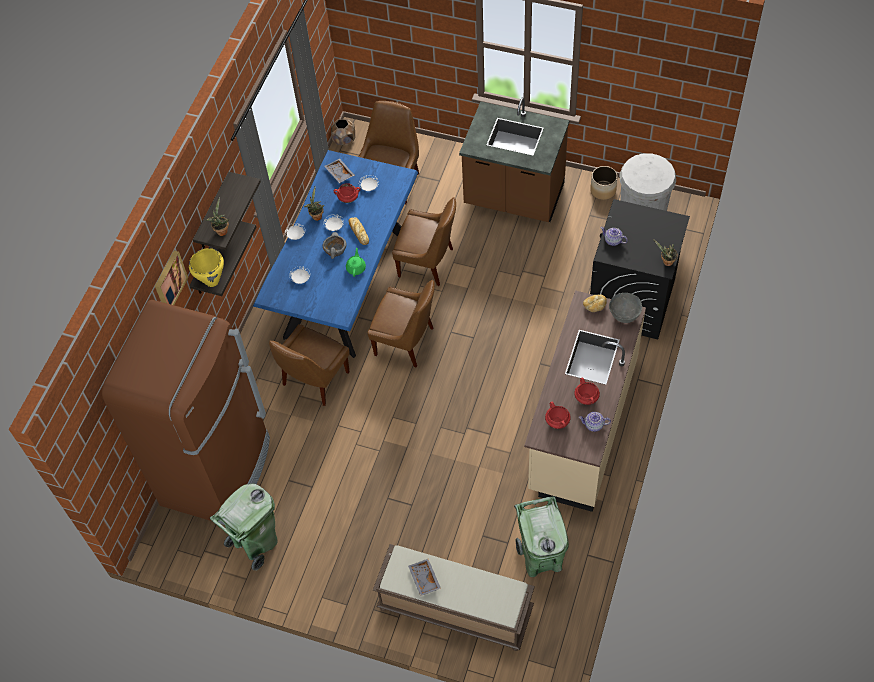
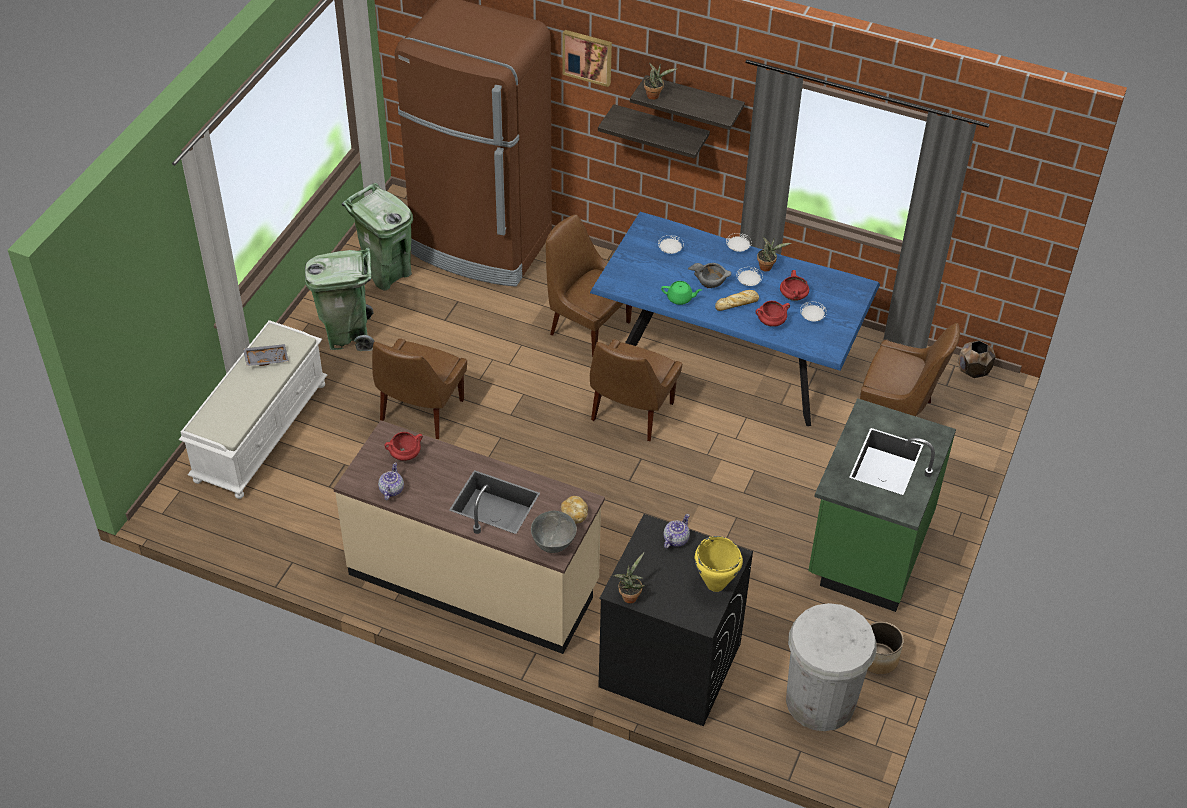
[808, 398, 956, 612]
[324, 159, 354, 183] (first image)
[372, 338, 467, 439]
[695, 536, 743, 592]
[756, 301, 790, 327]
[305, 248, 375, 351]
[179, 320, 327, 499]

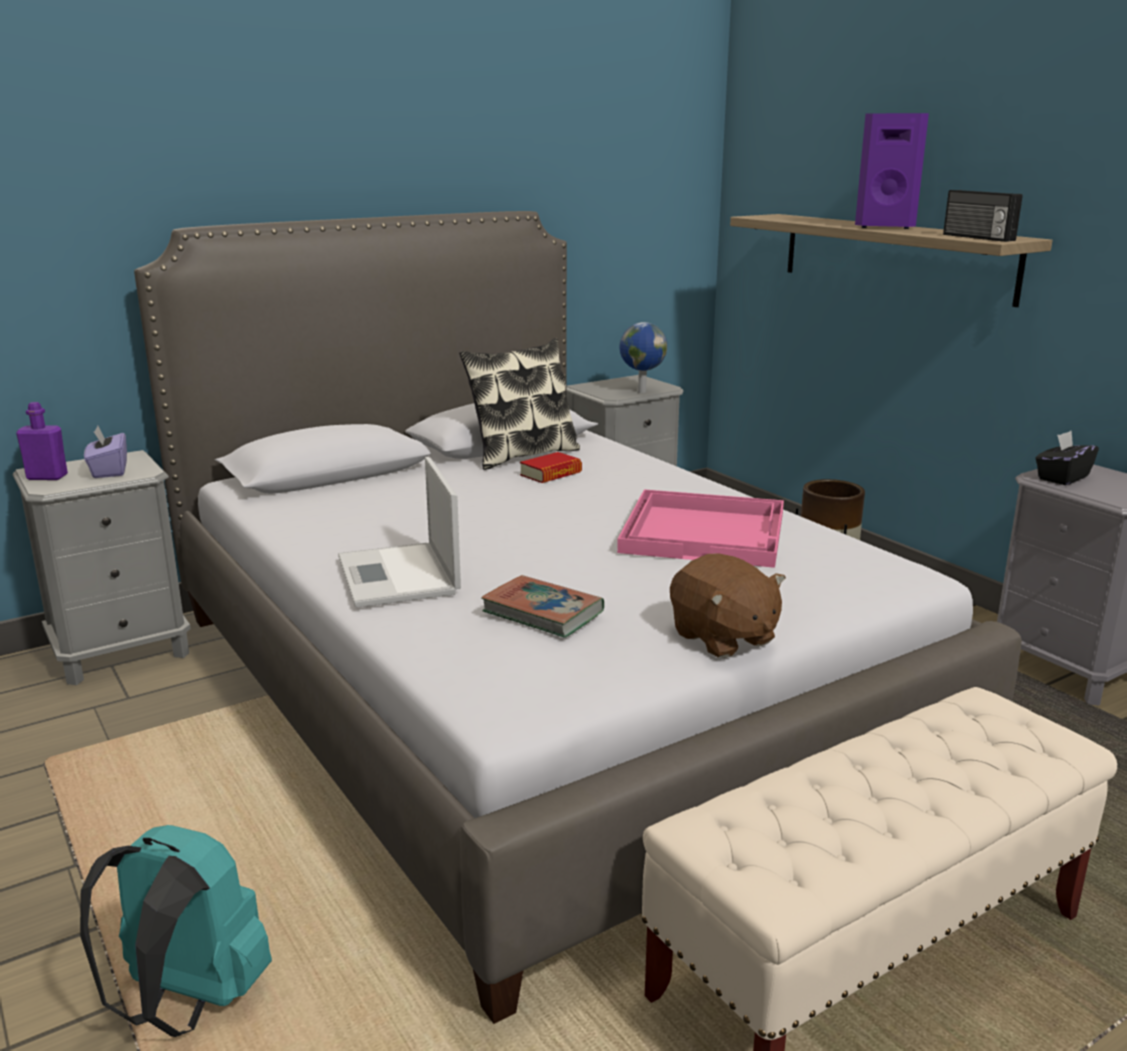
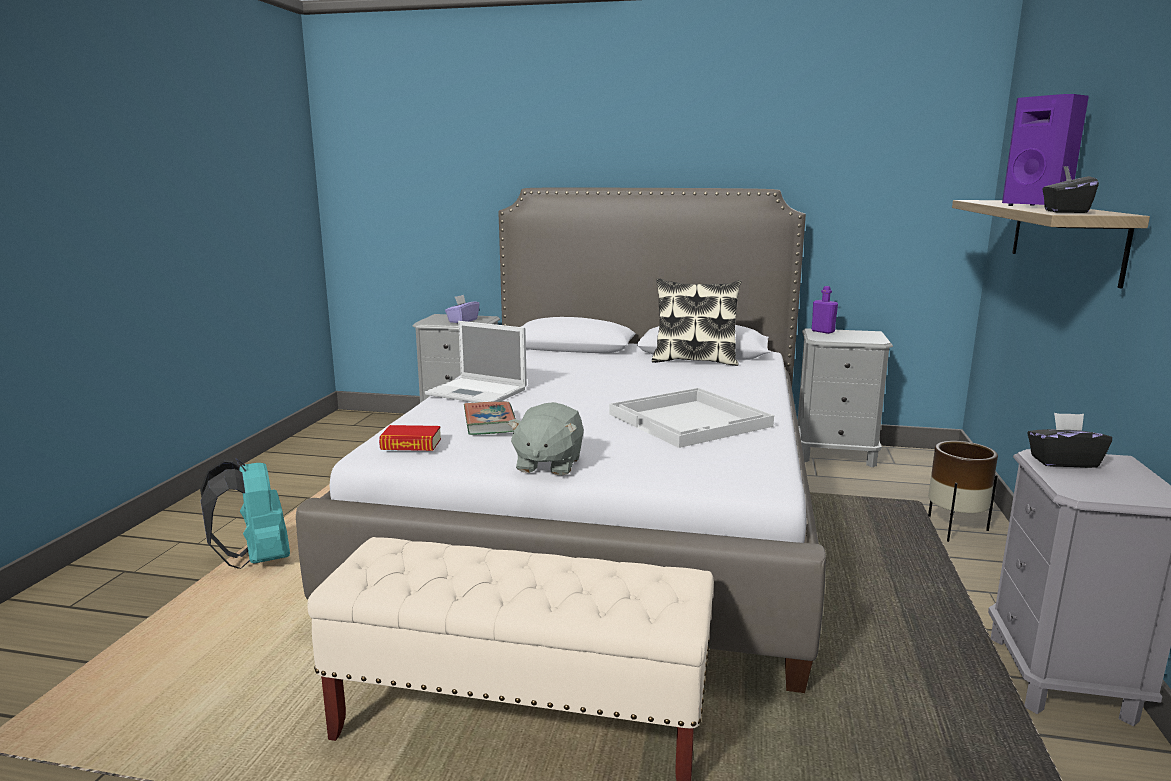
[1042, 166, 1099, 213]
[619, 322, 667, 393] (first image)
[812, 286, 838, 334]
[379, 425, 441, 451]
[425, 321, 527, 403]
[609, 388, 774, 448]
[507, 402, 584, 476]

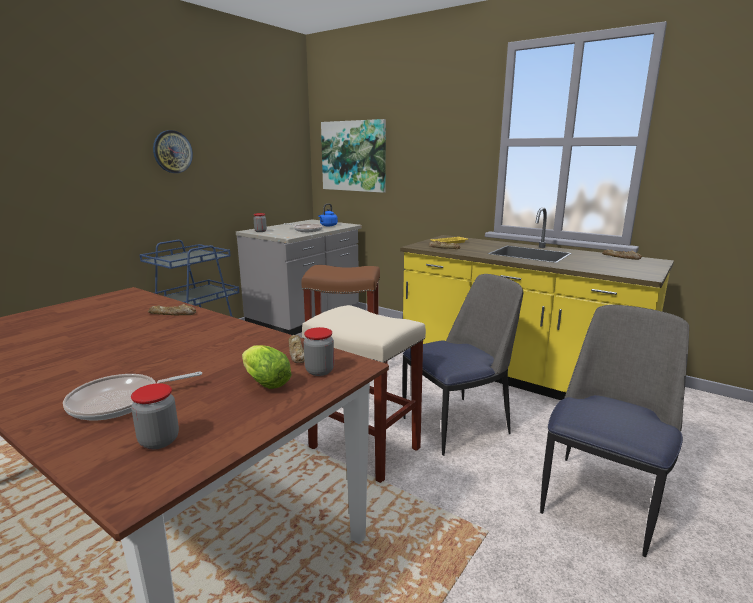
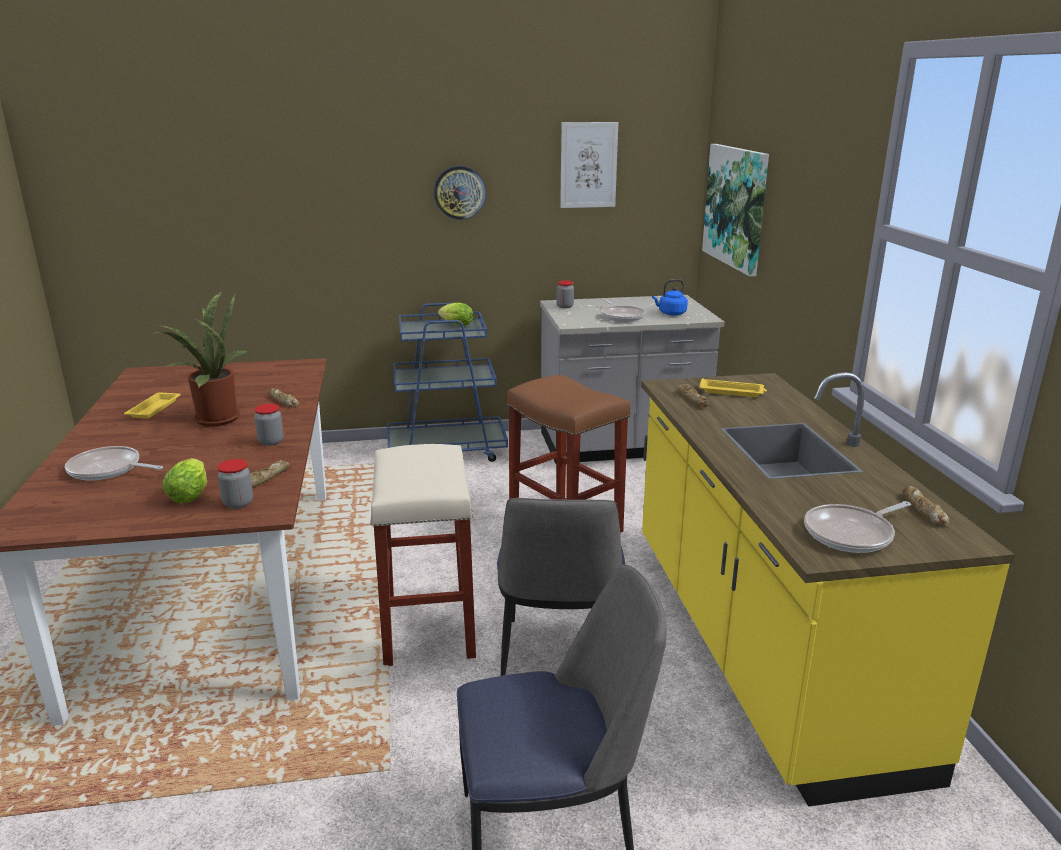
[497, 498, 625, 676]
[254, 404, 284, 446]
[560, 122, 618, 208]
[153, 291, 248, 427]
[438, 302, 473, 326]
[124, 393, 180, 419]
[804, 501, 911, 553]

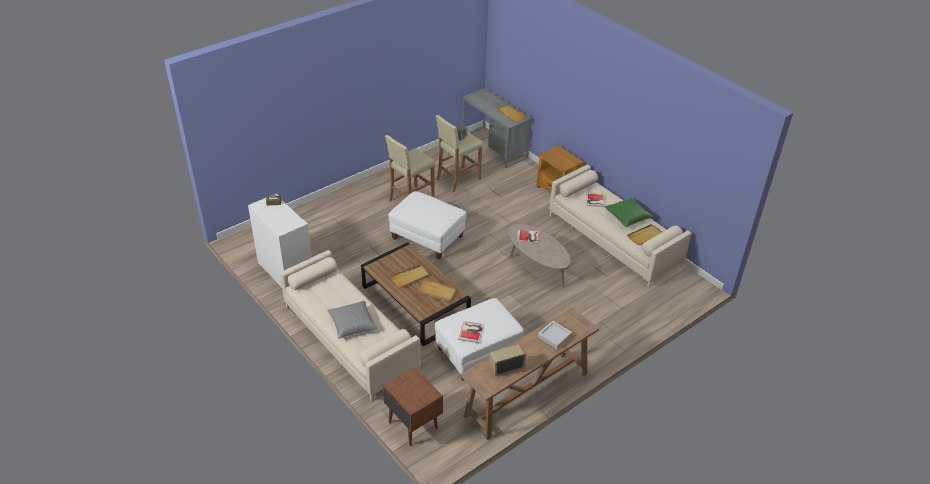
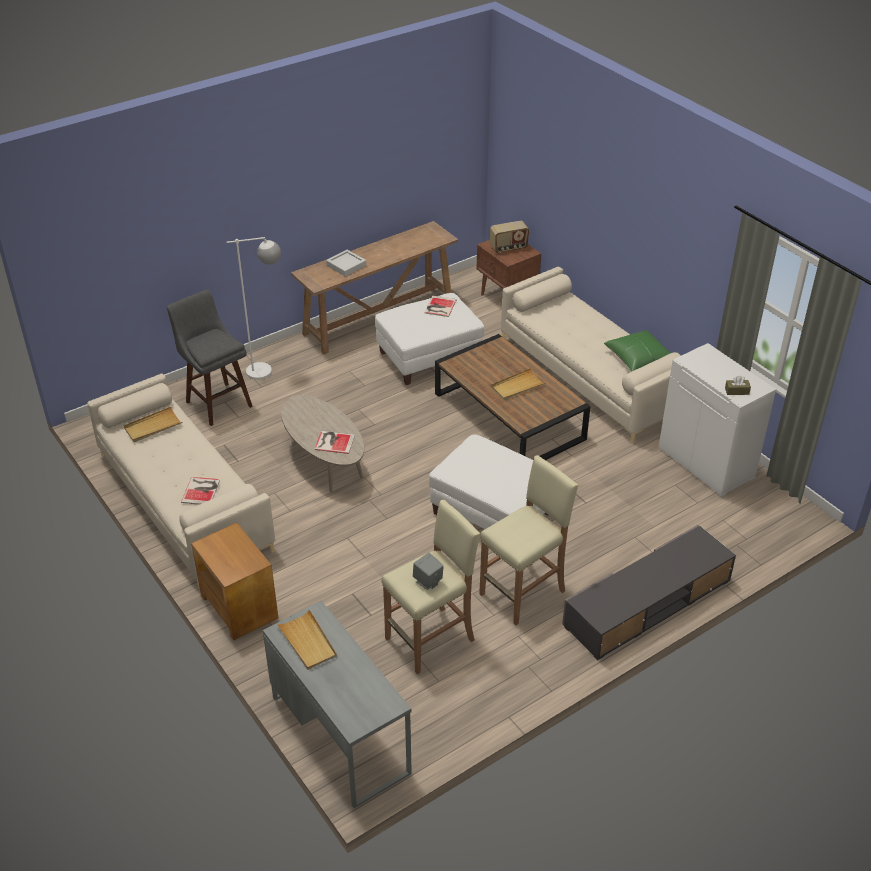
[604, 330, 670, 372]
[417, 279, 456, 301] (first image)
[327, 301, 377, 339] (first image)
[490, 221, 529, 253]
[227, 237, 281, 380]
[167, 290, 253, 426]
[562, 525, 736, 660]

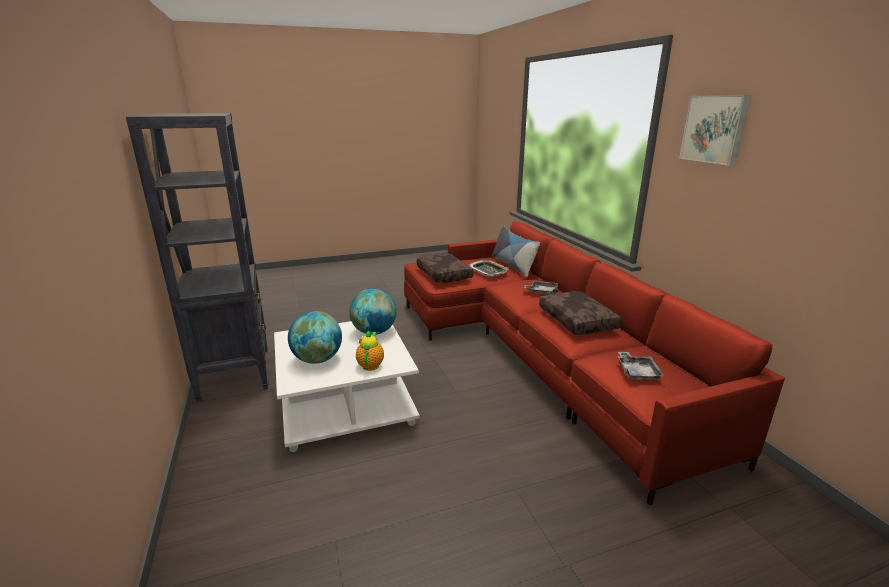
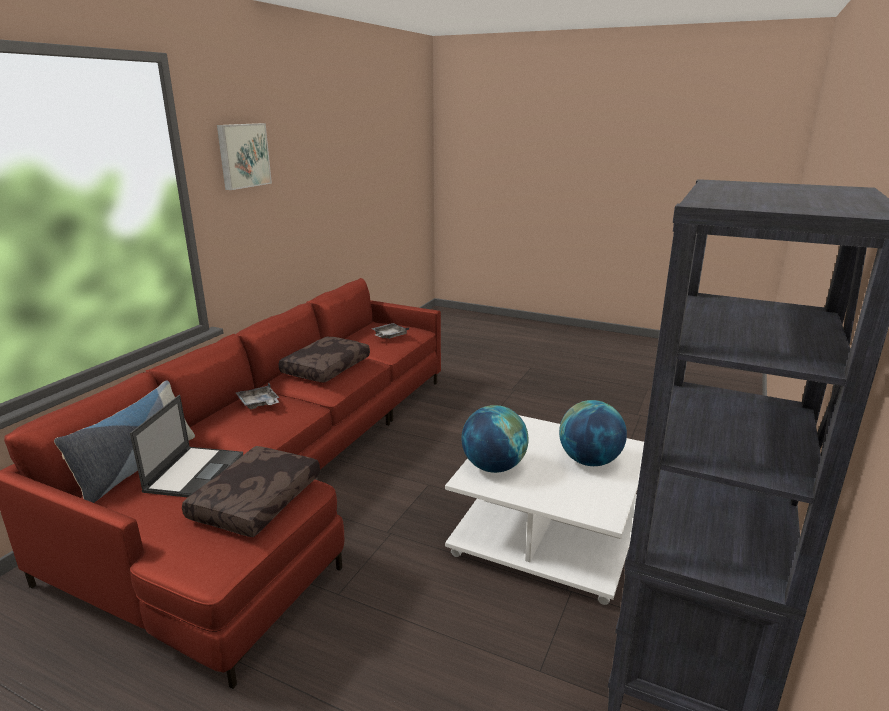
[130, 395, 243, 497]
[356, 330, 384, 371] (first image)

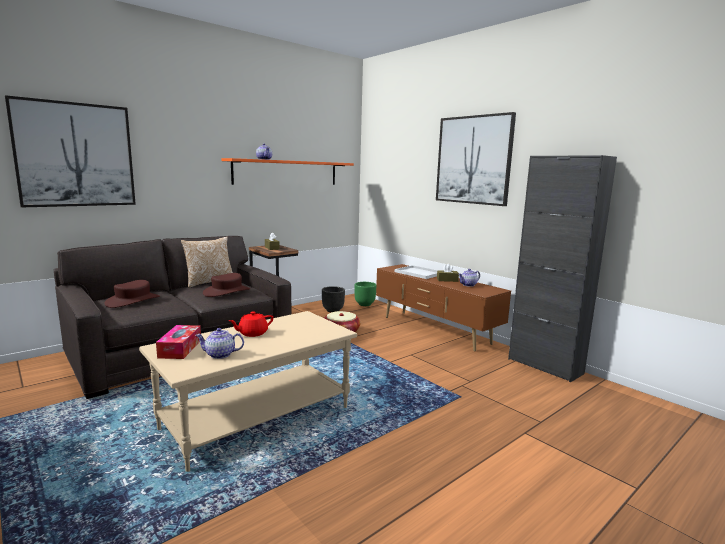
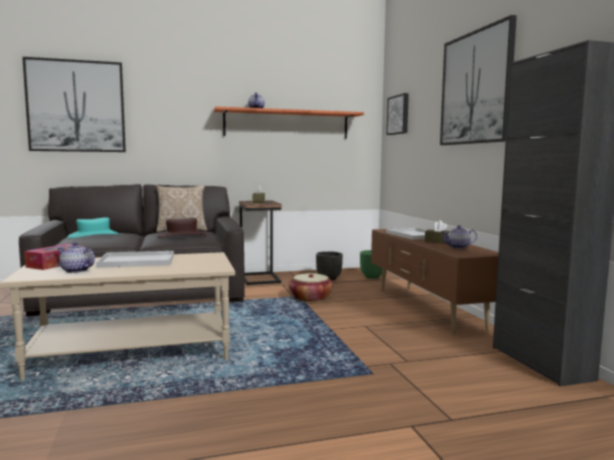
[67, 217, 120, 238]
[96, 251, 174, 268]
[387, 93, 409, 135]

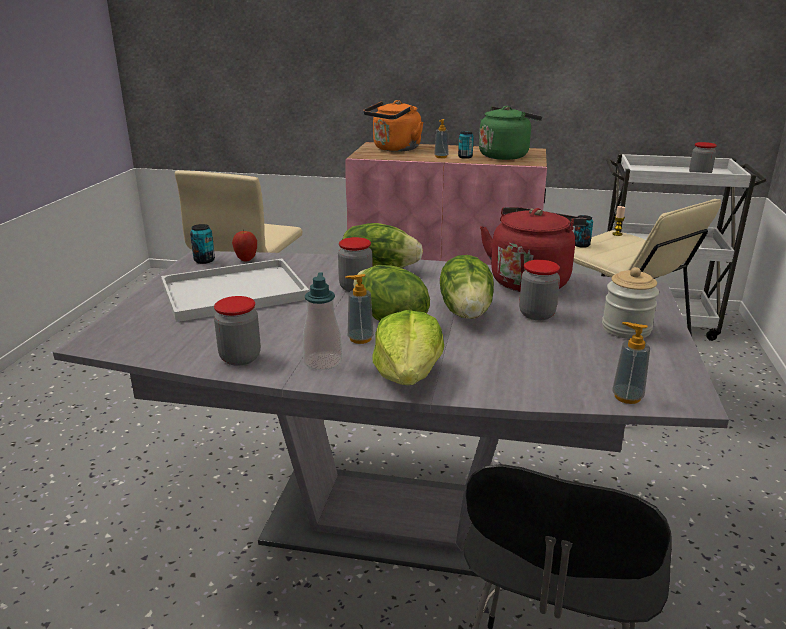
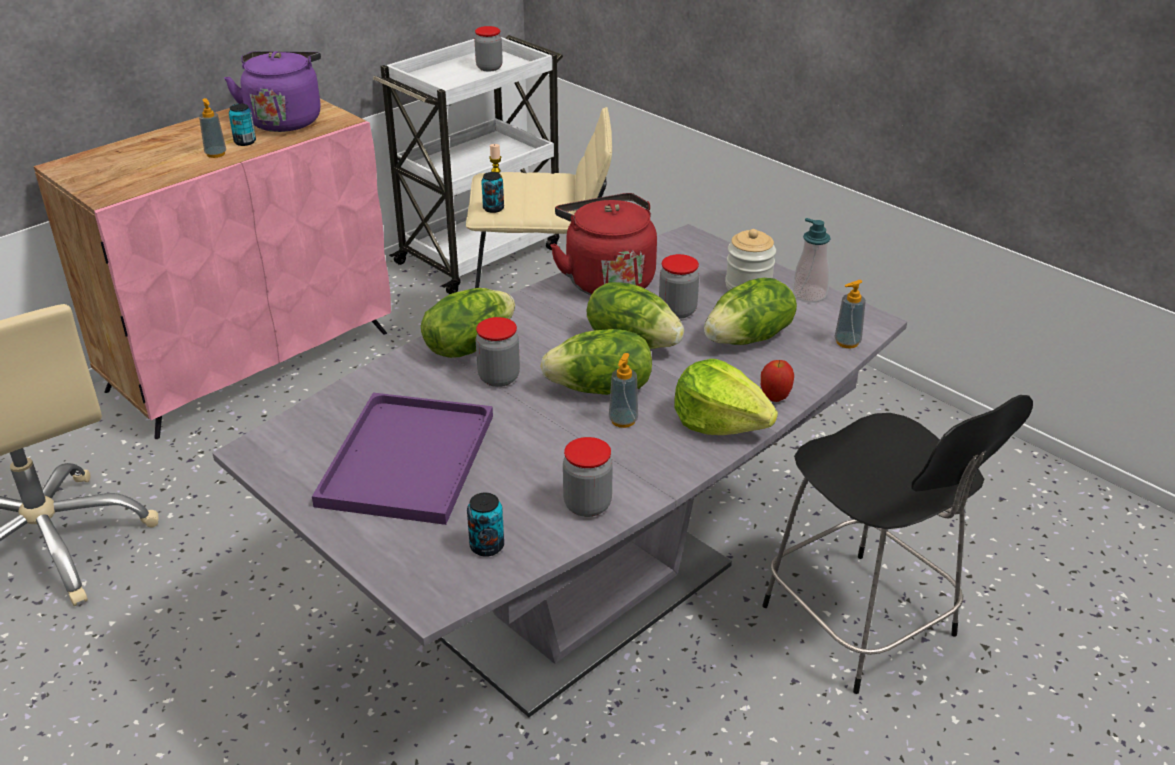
[363, 100, 424, 152] (first image)
[224, 51, 321, 132]
[467, 492, 504, 557]
[761, 360, 794, 402]
[312, 393, 493, 525]
[793, 218, 831, 302]
[704, 278, 797, 345]

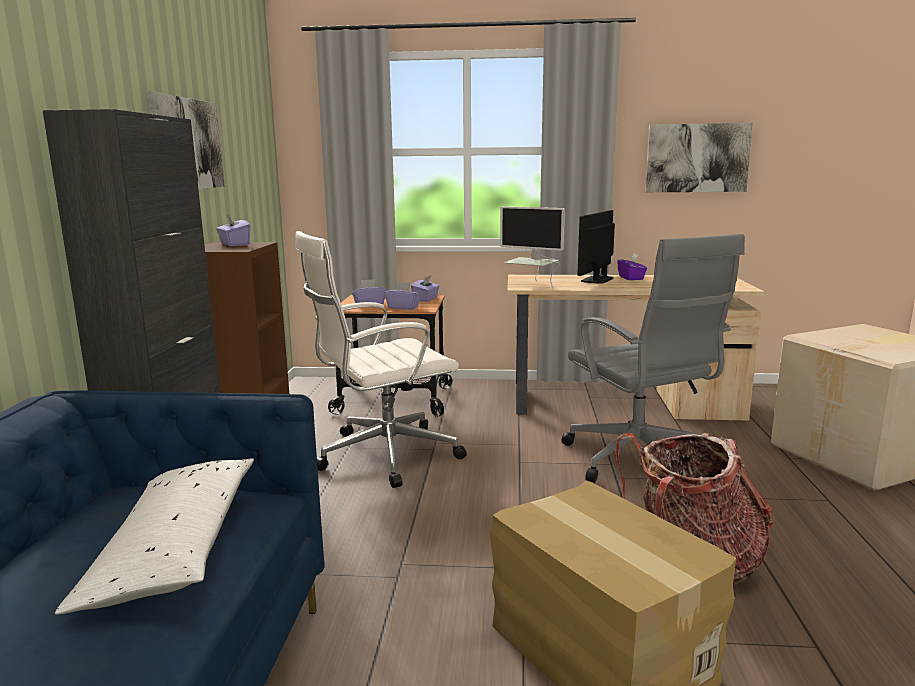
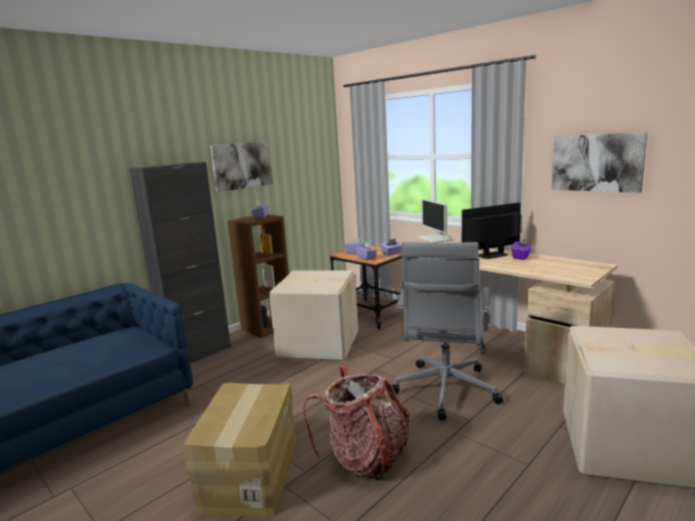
[269, 271, 358, 361]
[55, 458, 254, 615] (first image)

